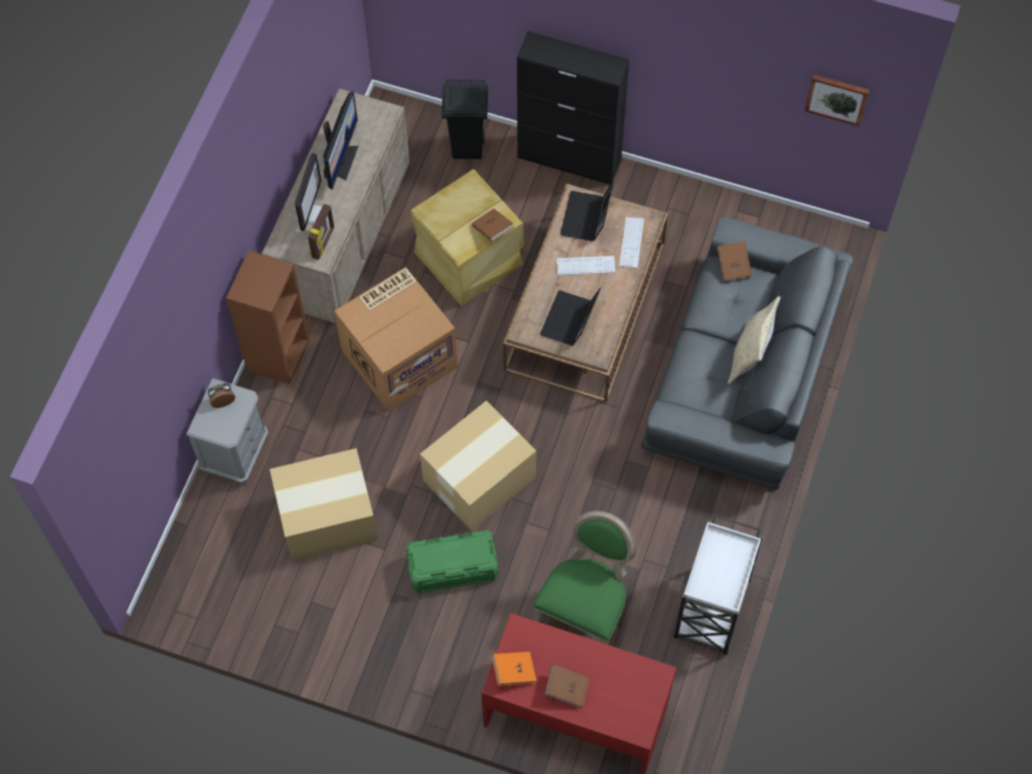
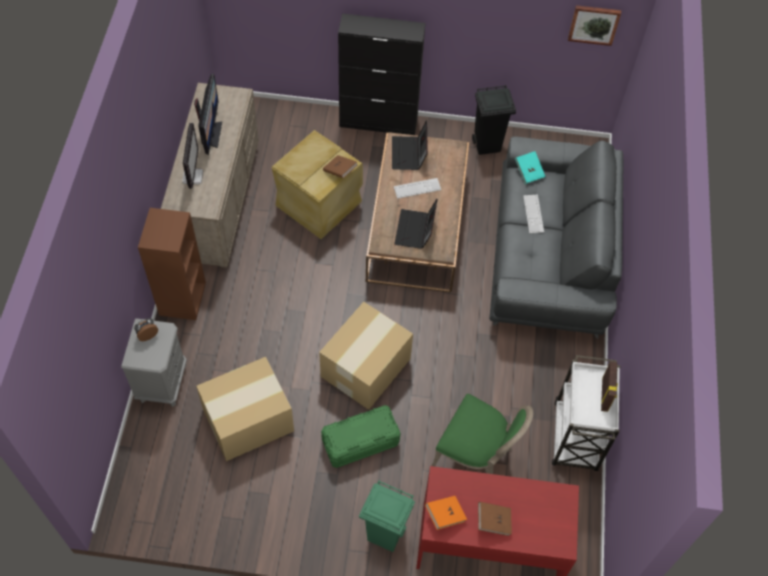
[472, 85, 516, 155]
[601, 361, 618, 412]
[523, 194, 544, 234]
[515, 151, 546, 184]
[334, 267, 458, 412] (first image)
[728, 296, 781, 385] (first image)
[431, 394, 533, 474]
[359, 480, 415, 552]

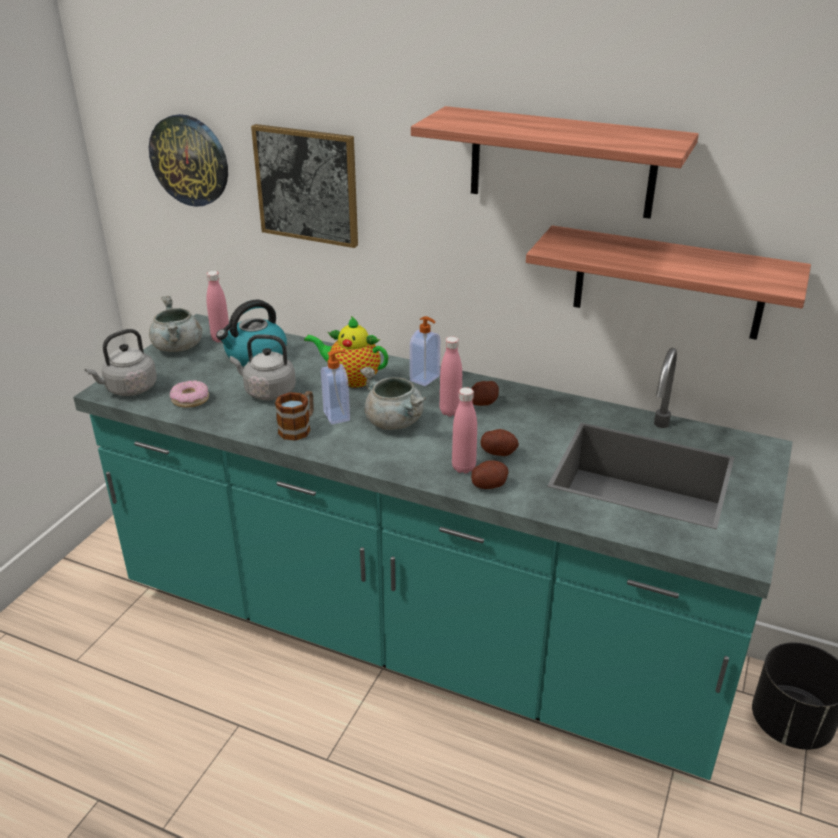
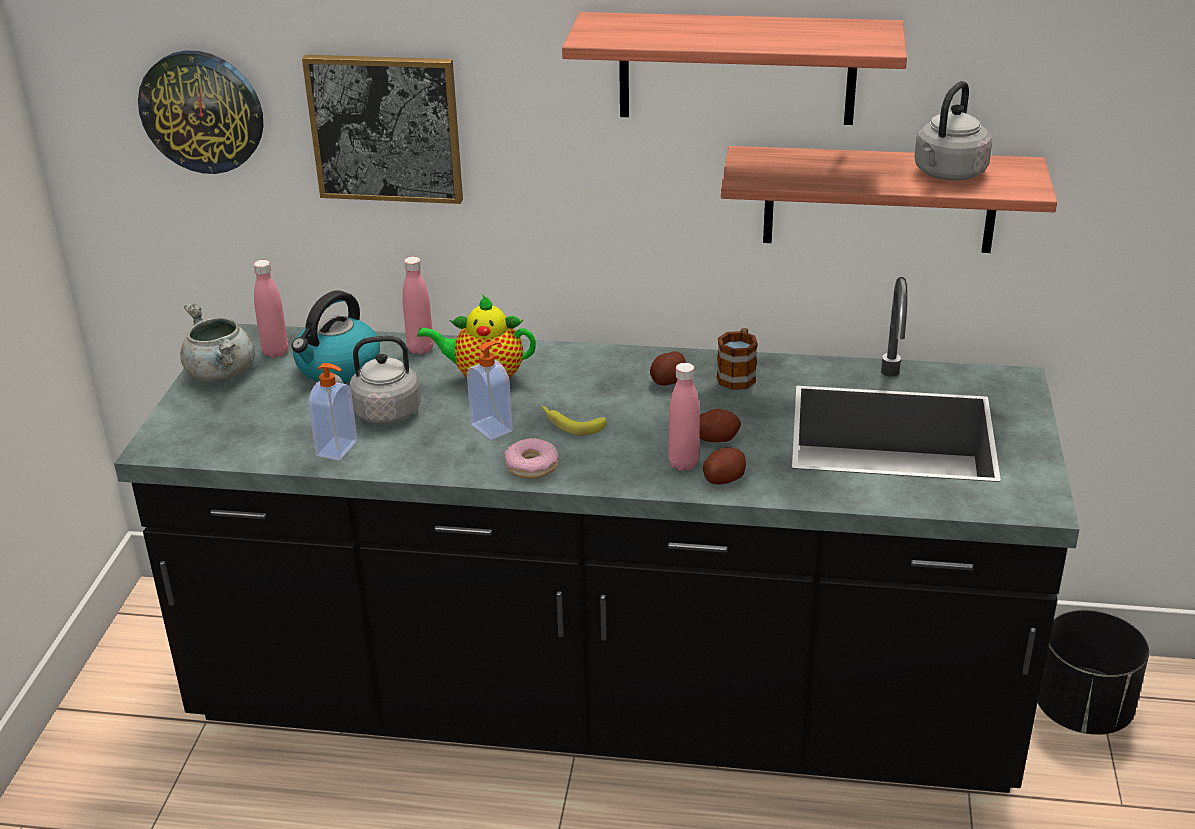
[114, 277, 1080, 793]
[309, 363, 357, 460]
[914, 81, 992, 181]
[402, 257, 434, 355]
[541, 406, 606, 436]
[504, 438, 559, 479]
[717, 328, 758, 390]

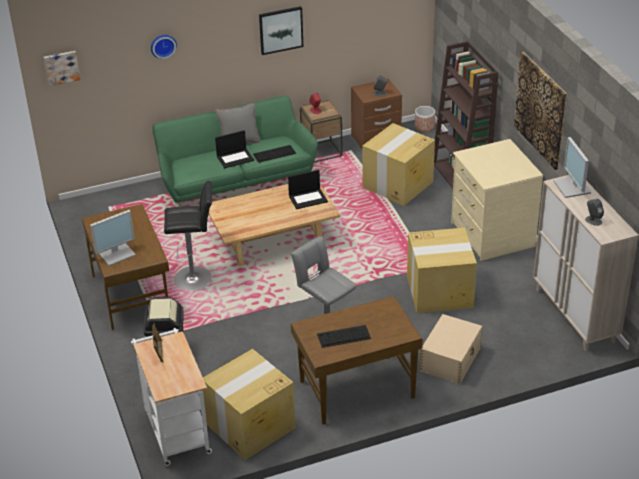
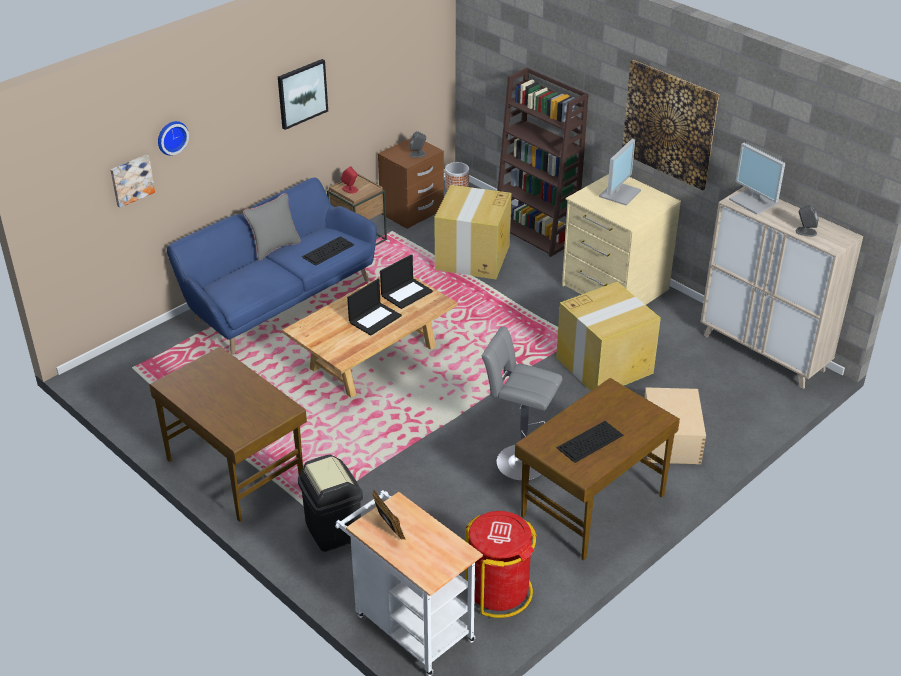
[110, 155, 155, 208]
[167, 178, 377, 354]
[347, 279, 402, 336]
[164, 181, 212, 291] (first image)
[599, 139, 641, 205]
[465, 511, 537, 618]

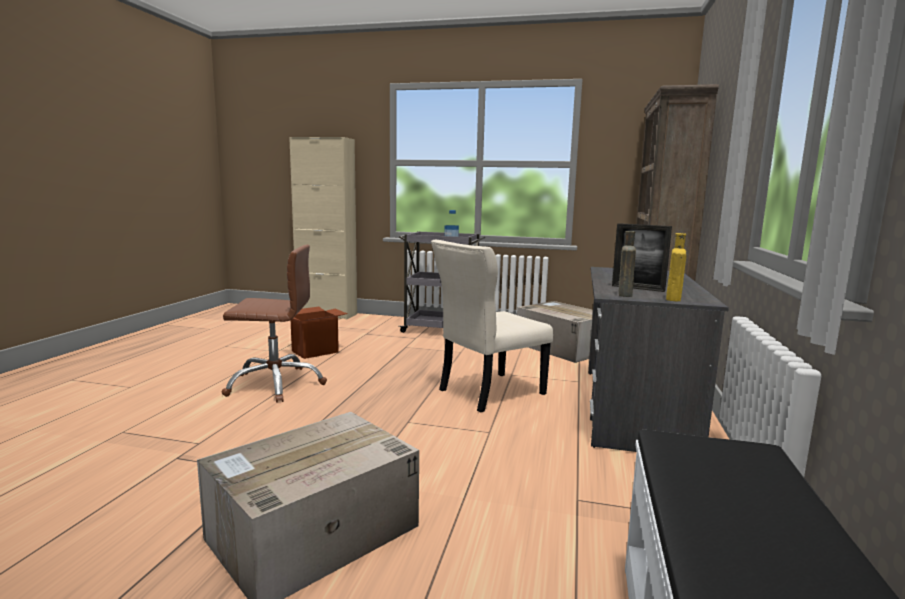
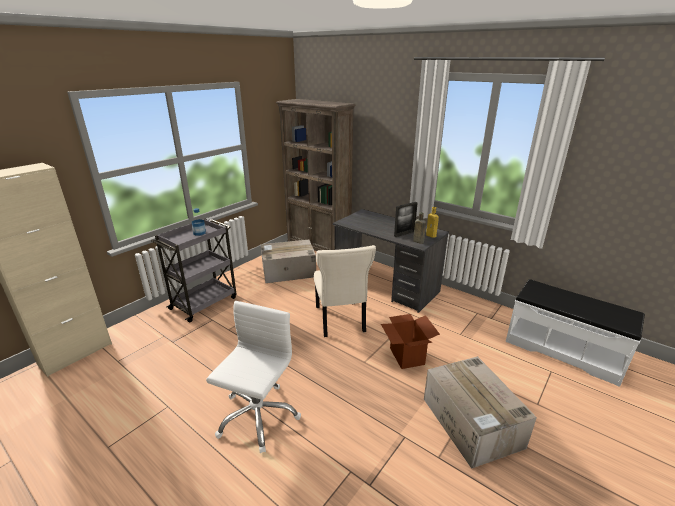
[206, 301, 301, 453]
[381, 314, 440, 369]

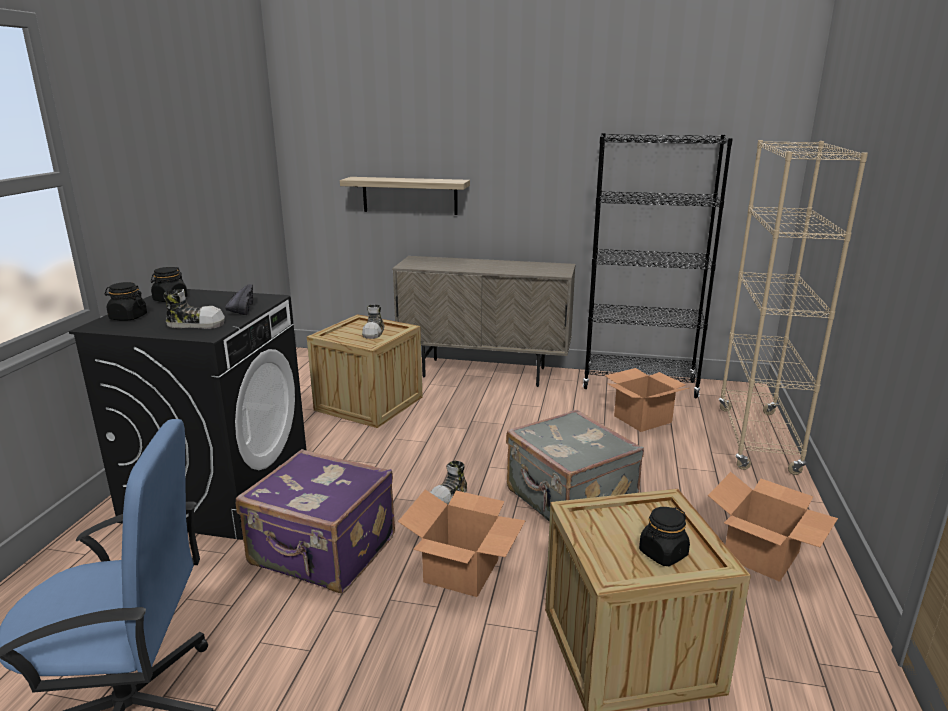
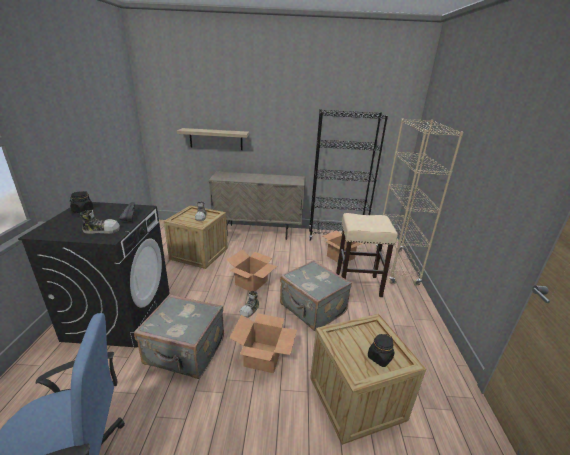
[105, 282, 147, 321] (first image)
[134, 294, 224, 379]
[227, 250, 277, 292]
[336, 213, 398, 297]

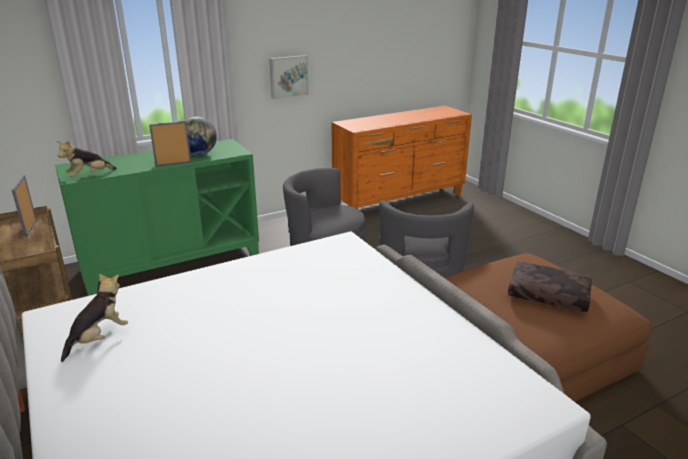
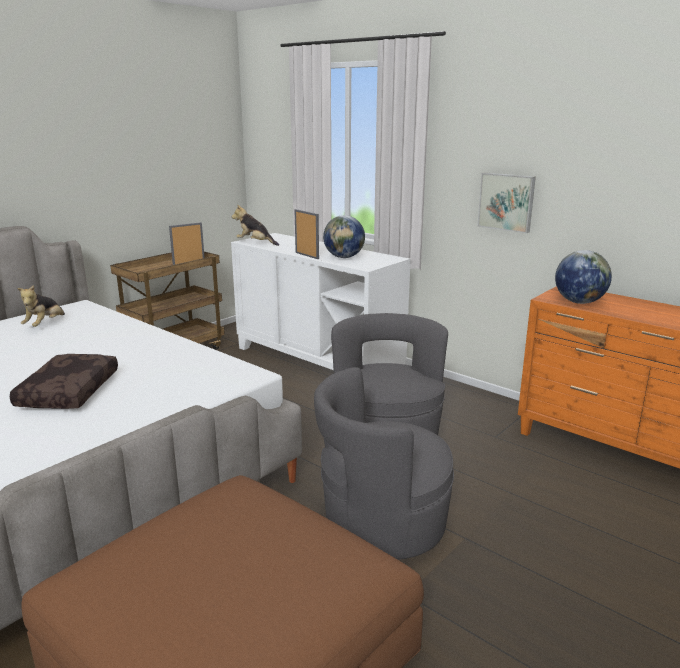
[231, 233, 411, 370]
[10, 354, 118, 409]
[17, 285, 65, 327]
[555, 250, 612, 304]

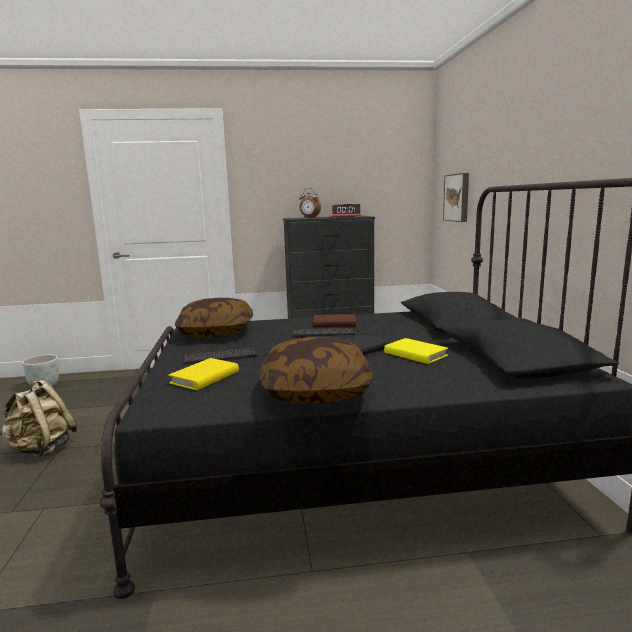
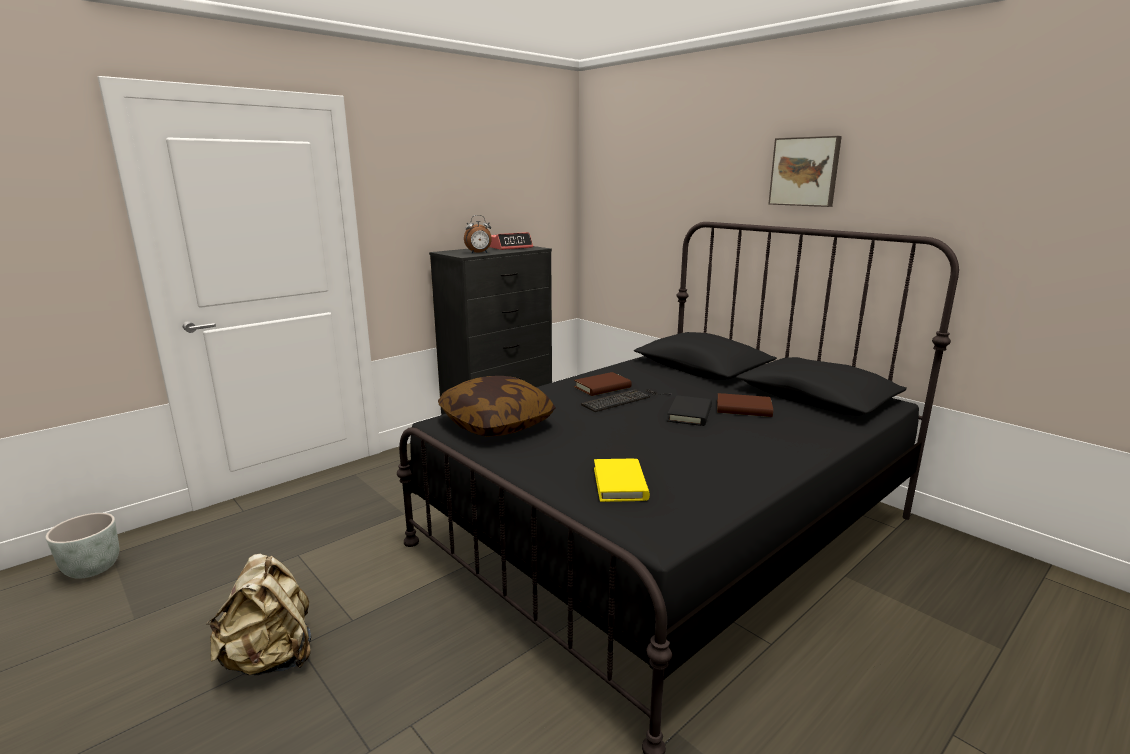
[768, 136, 842, 207]
[260, 337, 372, 404] (first image)
[717, 393, 773, 417]
[183, 348, 269, 364] (first image)

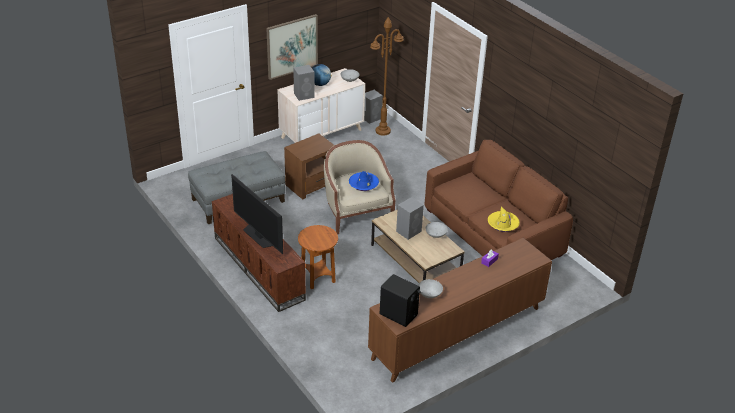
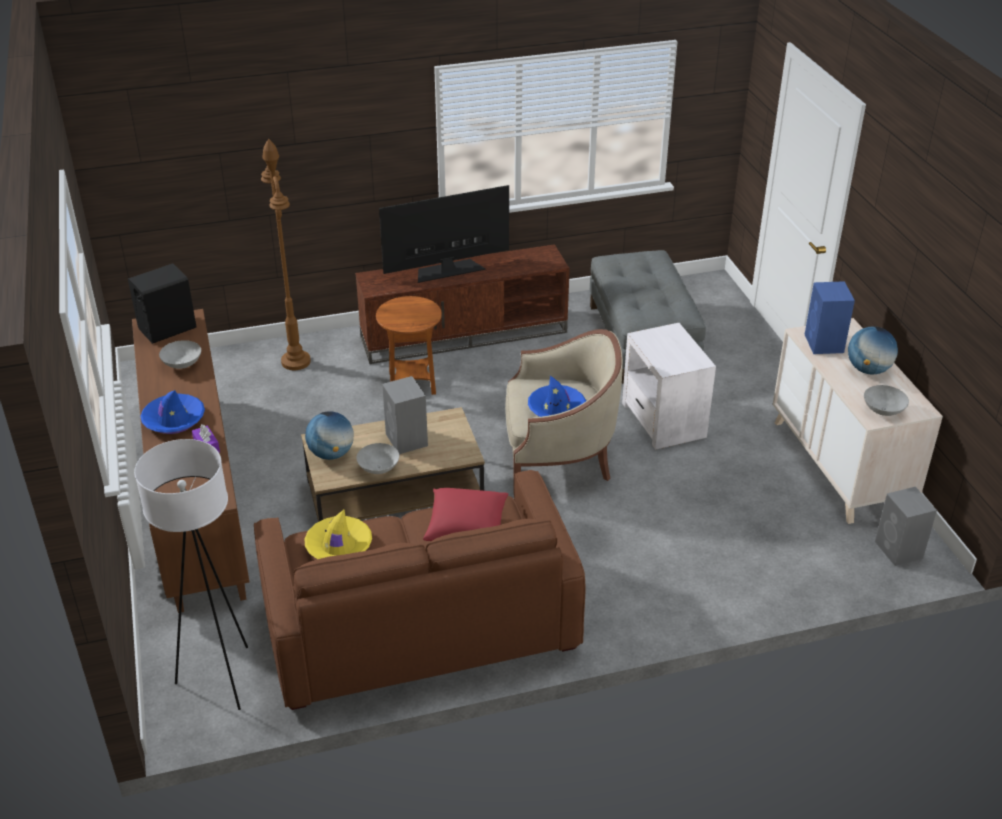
[266, 14, 318, 80] (first image)
[261, 138, 311, 370]
[804, 281, 855, 354]
[622, 323, 716, 450]
[140, 390, 205, 434]
[305, 411, 354, 460]
[134, 439, 248, 710]
[423, 488, 508, 541]

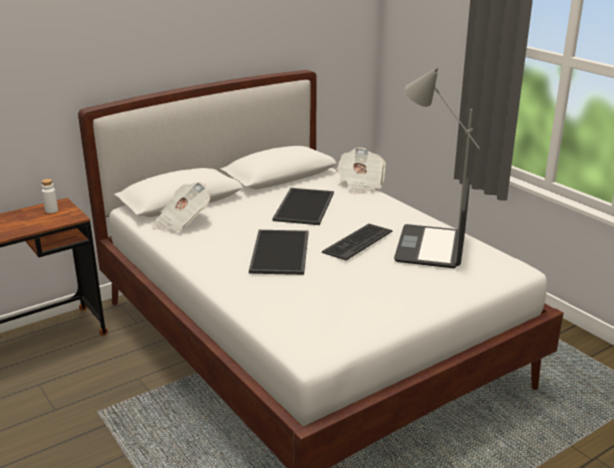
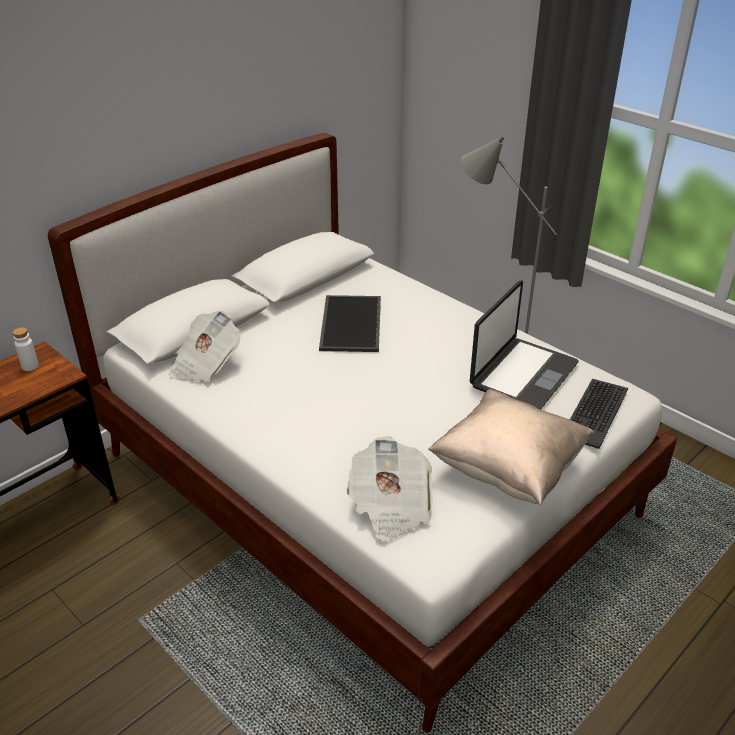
[346, 436, 433, 542]
[470, 281, 578, 410]
[570, 379, 628, 449]
[249, 230, 309, 275] (first image)
[428, 389, 595, 506]

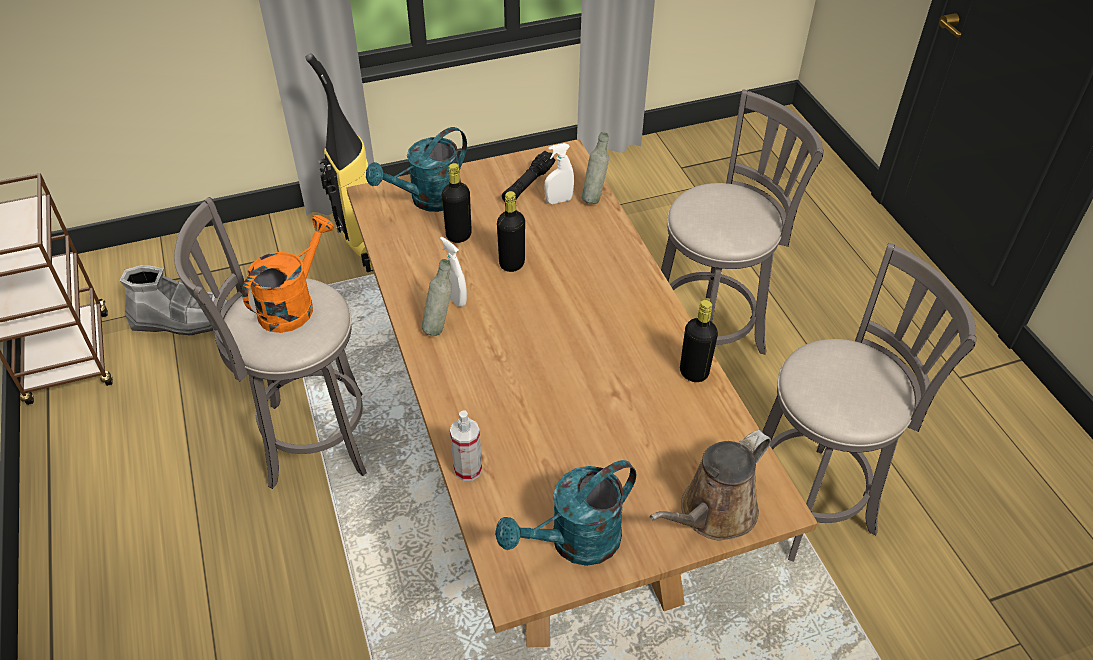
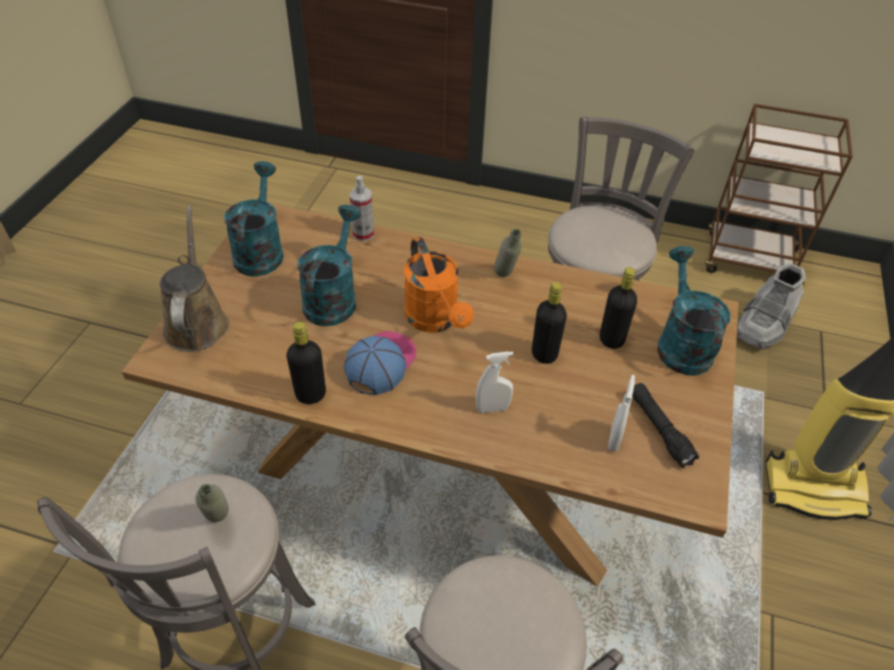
[195, 484, 229, 522]
[404, 237, 474, 333]
[476, 352, 513, 413]
[297, 205, 361, 326]
[344, 331, 416, 395]

